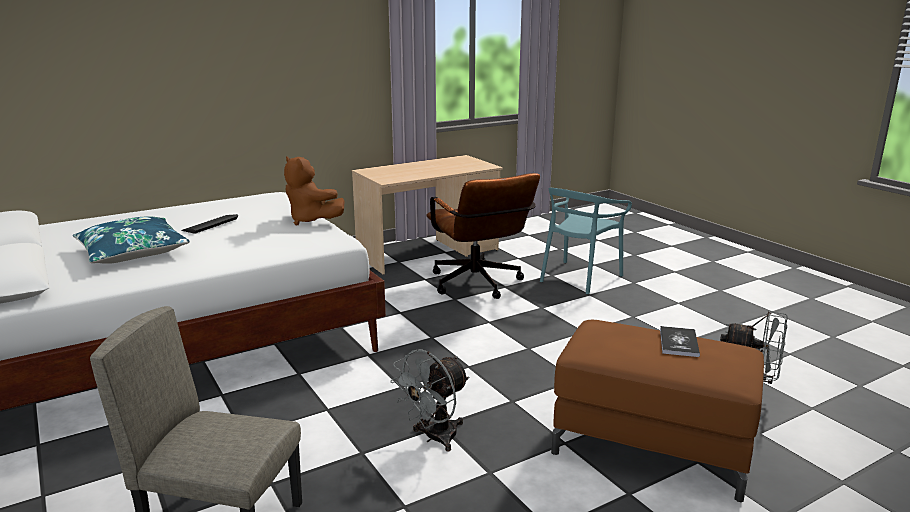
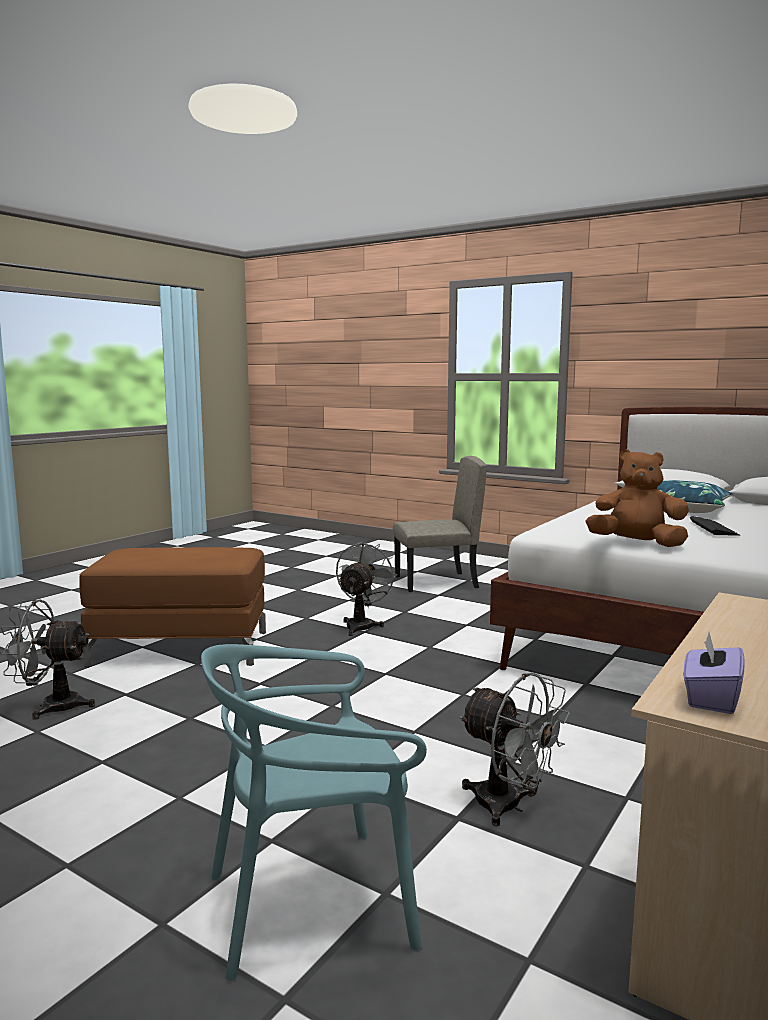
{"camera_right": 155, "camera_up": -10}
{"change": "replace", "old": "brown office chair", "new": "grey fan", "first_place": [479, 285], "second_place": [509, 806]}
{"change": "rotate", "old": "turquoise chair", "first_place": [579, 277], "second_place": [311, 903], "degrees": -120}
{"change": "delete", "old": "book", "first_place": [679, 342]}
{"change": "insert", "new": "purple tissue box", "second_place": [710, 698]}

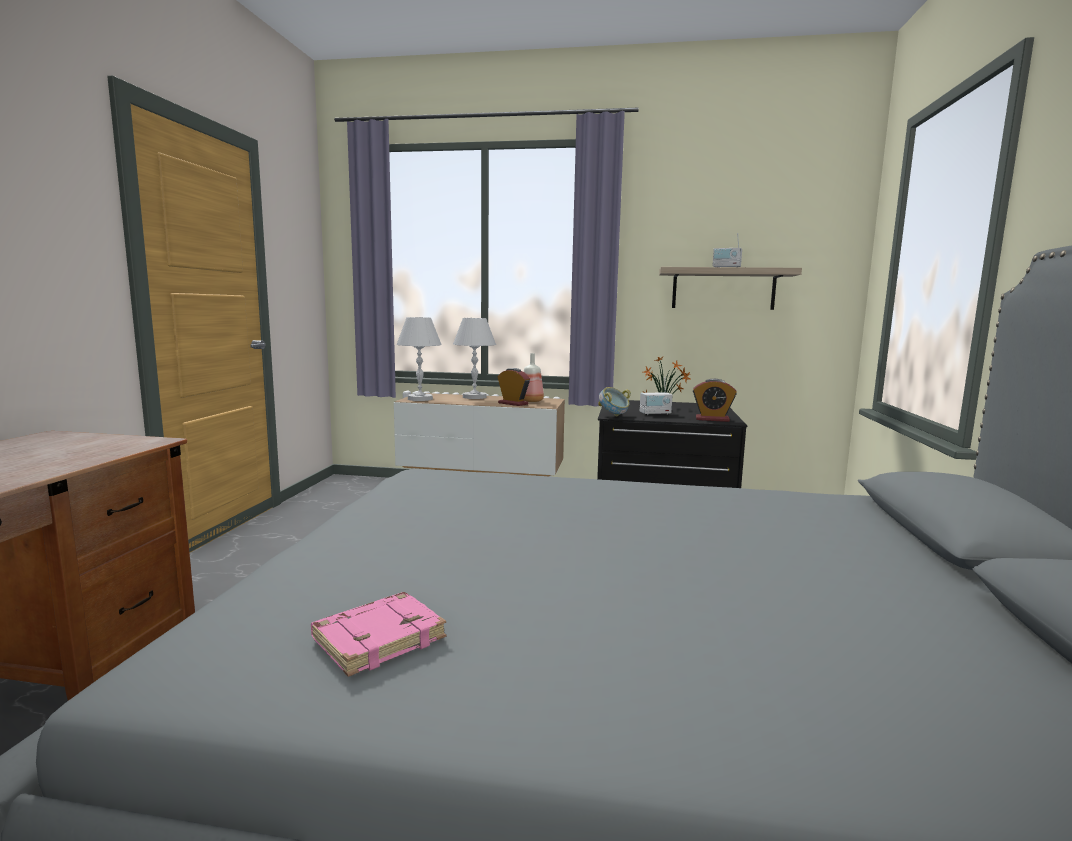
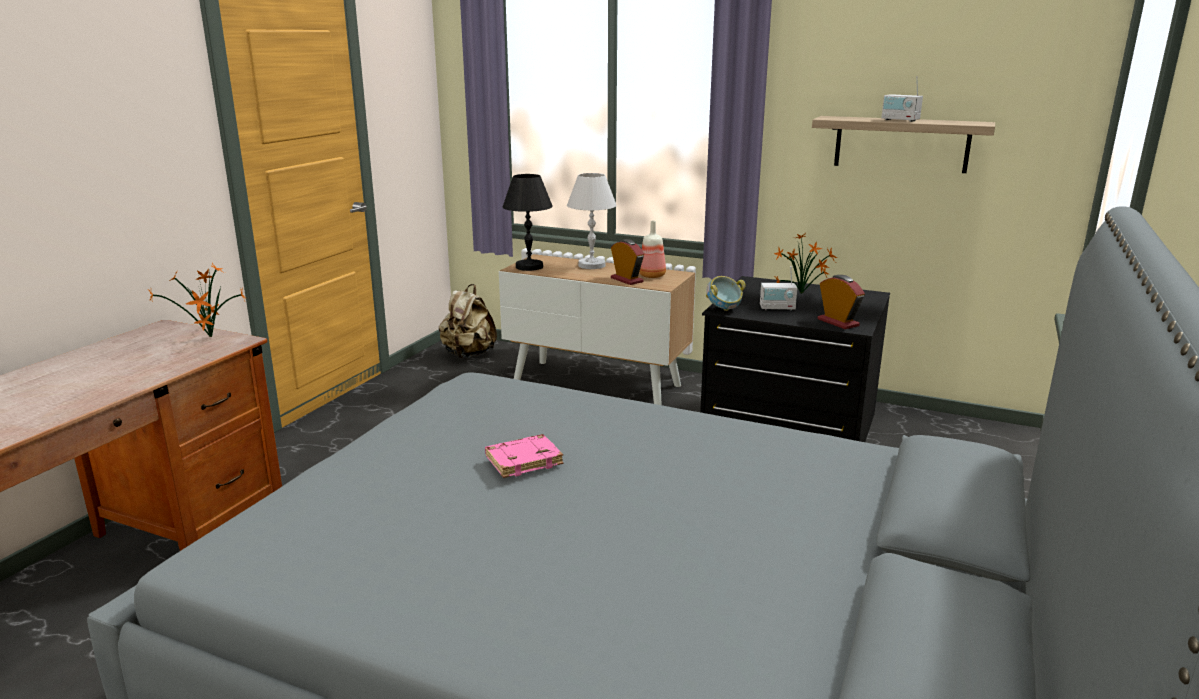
{"camera_right": 15, "camera_up": 10}
{"change": "recolor", "old": "white table lamp", "new": "black table lamp", "first_place": [420, 399], "second_place": [529, 267]}
{"change": "rotate", "old": "alarm clock", "first_place": [712, 419], "second_place": [838, 322], "degrees": -150}
{"change": "move", "old": "pink book", "first_place": [379, 638], "second_place": [524, 460]}
{"change": "insert", "new": "potted plant", "second_place": [210, 338]}
{"change": "insert", "new": "beige backpack", "second_place": [468, 355]}

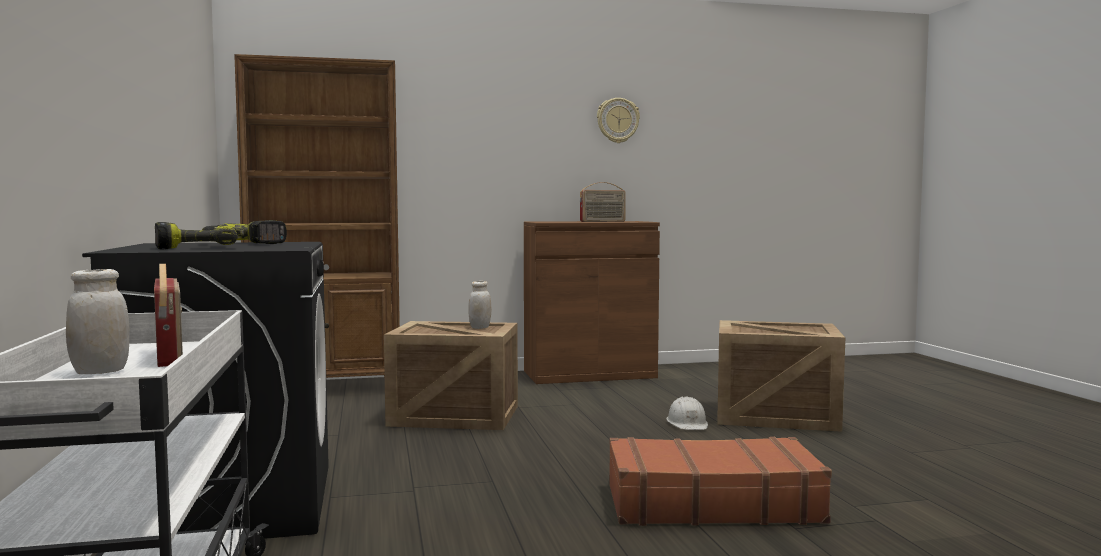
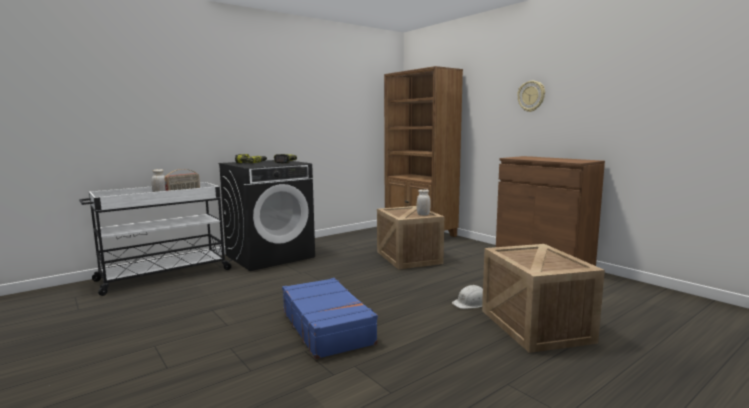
{"camera_right": 65, "camera_up": 5}
{"change": "move", "old": "wall clock", "first_place": [617, 120], "second_place": [531, 96]}
{"change": "delete", "old": "radio", "first_place": [603, 221]}
{"change": "recolor", "old": "brown suitcase", "new": "blue suitcase", "first_place": [711, 503], "second_place": [327, 327]}

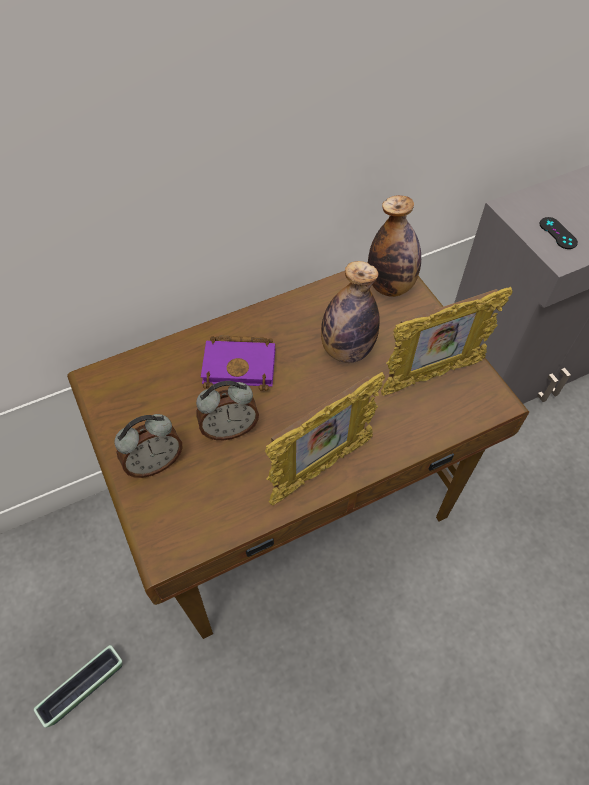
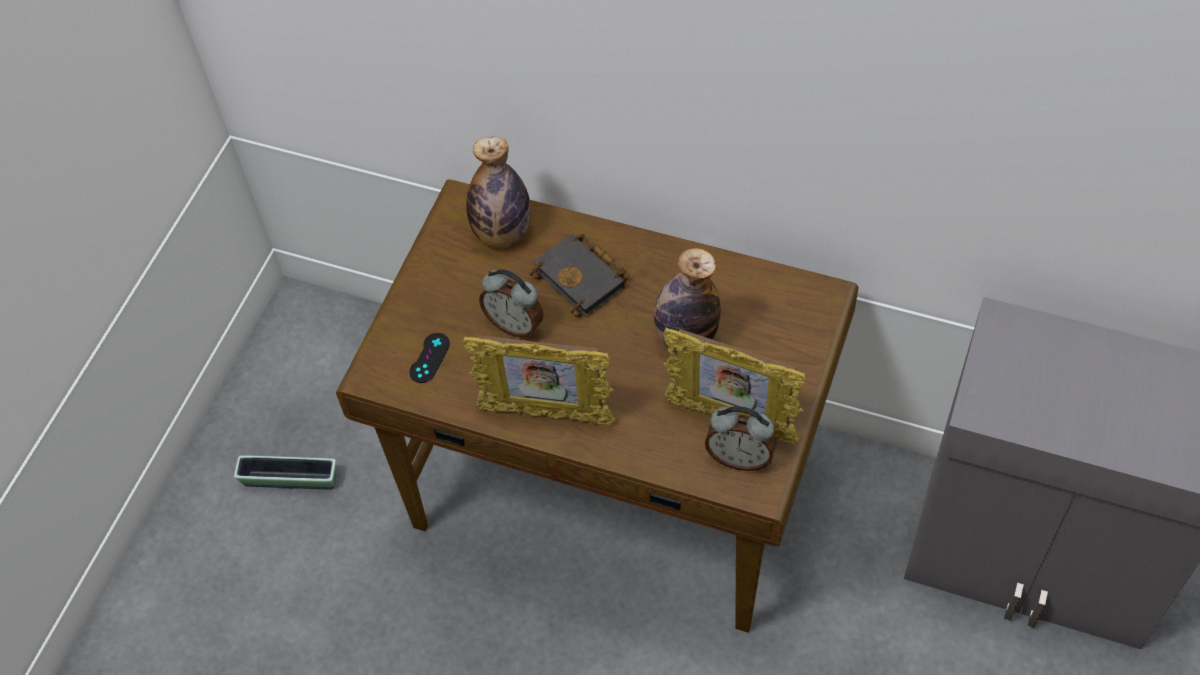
{"camera_right": 50, "camera_up": 0}
{"change": "move", "old": "bottle", "first_place": [390, 286], "second_place": [502, 233]}
{"change": "move", "old": "black game controller", "first_place": [558, 233], "second_place": [429, 358]}
{"change": "recolor", "old": "purple book", "new": "black book", "first_place": [241, 365], "second_place": [584, 279]}
{"change": "move", "old": "alarm clock", "first_place": [155, 462], "second_place": [740, 457]}

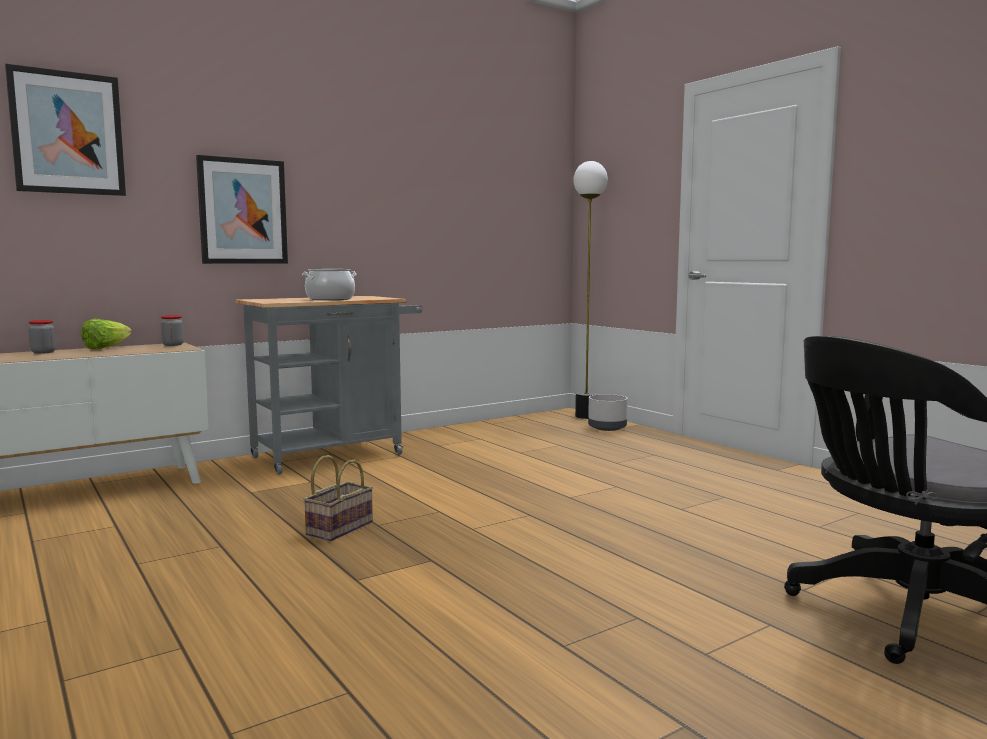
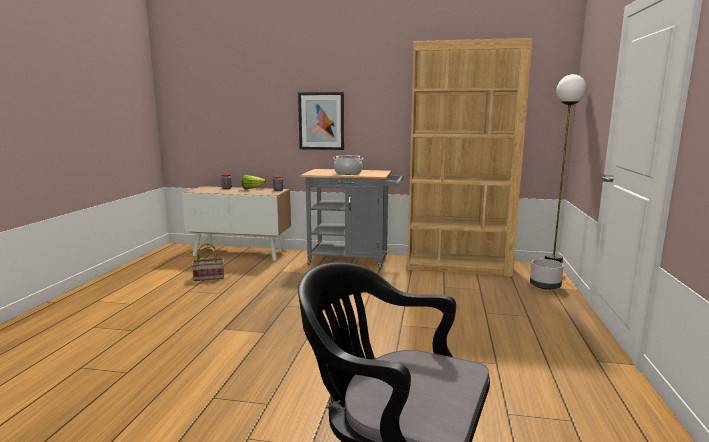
{"camera_right": 45, "camera_up": 5}
{"change": "delete", "old": "picture", "first_place": [67, 133]}
{"change": "move", "old": "basket", "first_place": [340, 527], "second_place": [209, 277]}
{"change": "insert", "new": "brown bookcase", "second_place": [458, 266]}

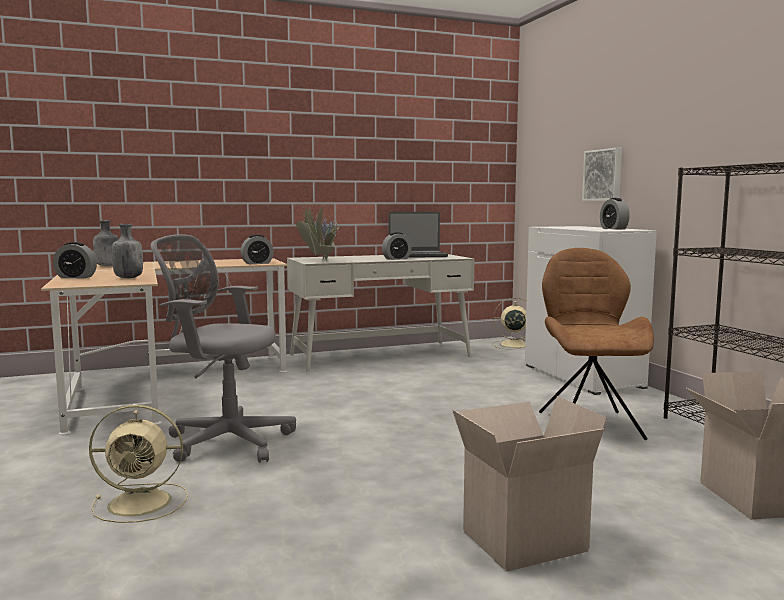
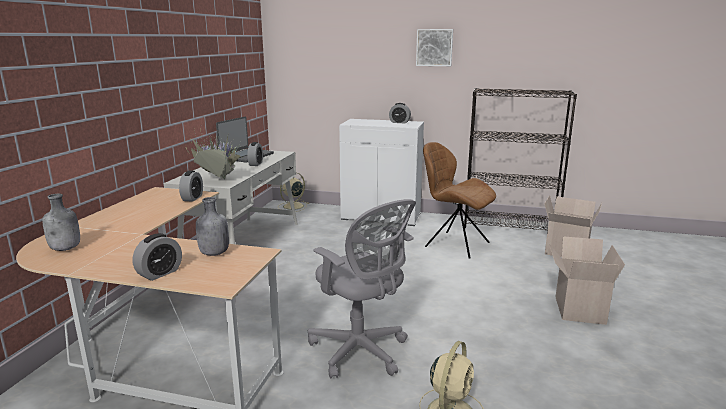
{"camera_right": -55, "camera_up": 10}
{"change": "move", "old": "picture", "first_place": [603, 175], "second_place": [434, 47]}
{"change": "rotate", "old": "grey office chair", "first_place": [225, 441], "second_place": [361, 352], "degrees": -90}

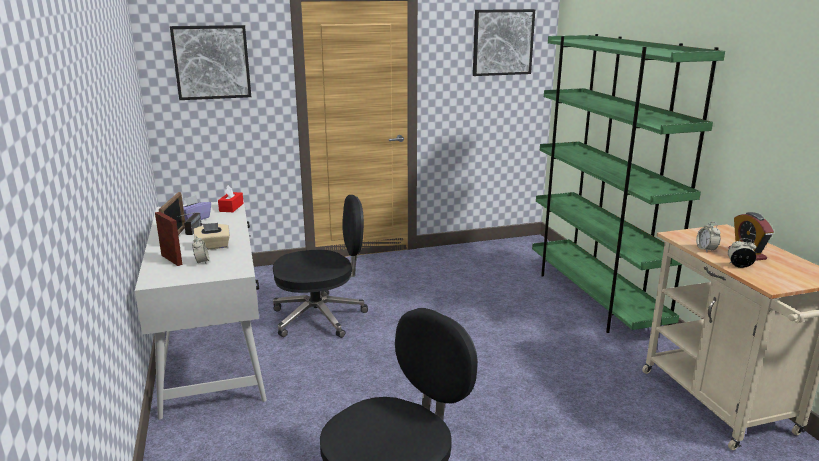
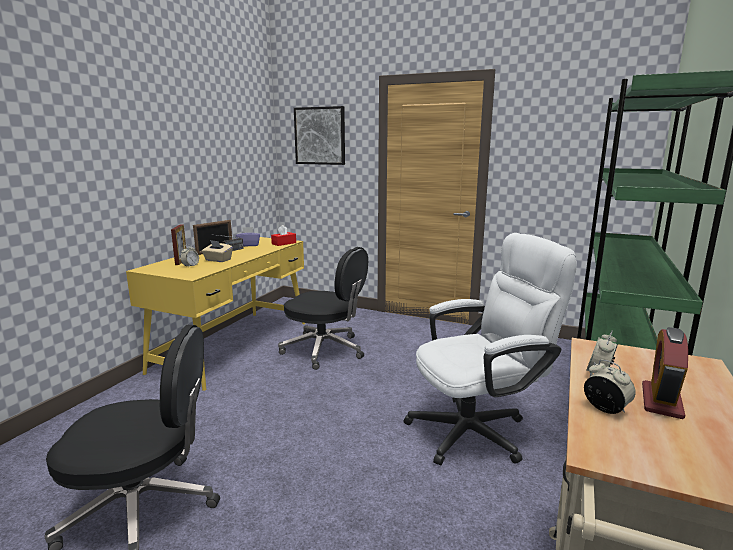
{"camera_right": 40, "camera_up": -5}
{"change": "delete", "old": "picture", "first_place": [502, 42]}
{"change": "recolor", "old": "white desk", "new": "yellow desk", "first_place": [213, 348], "second_place": [234, 345]}
{"change": "insert", "new": "white office chair", "second_place": [478, 430]}

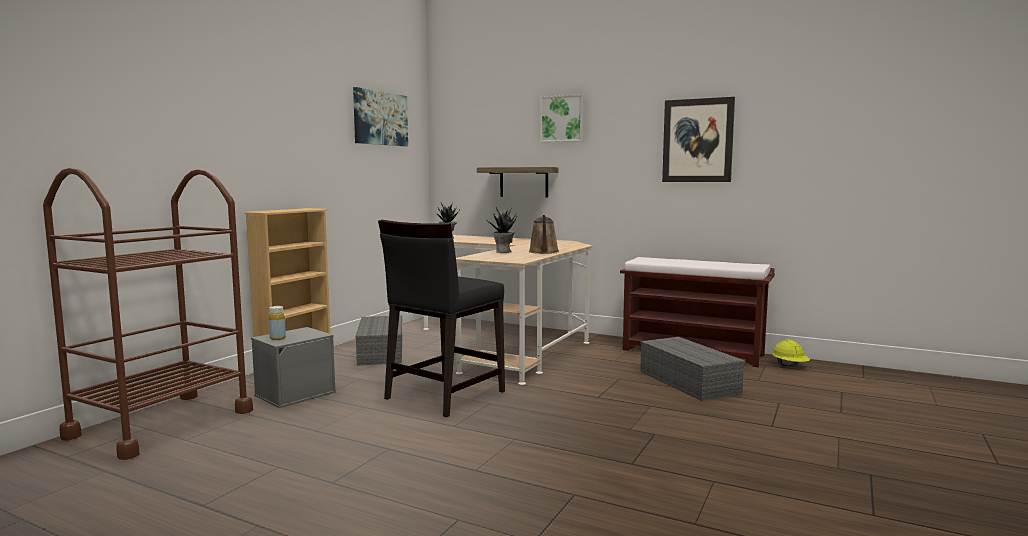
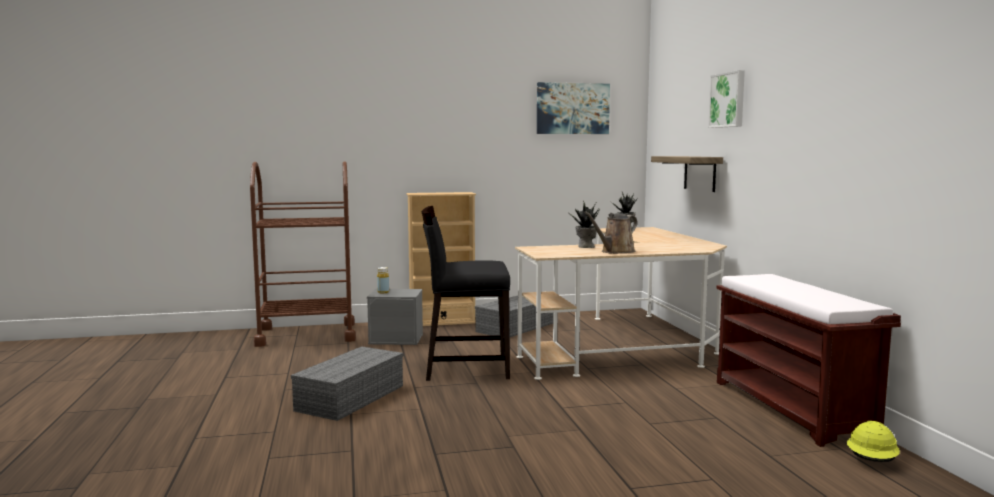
{"camera_right": 50, "camera_up": 0}
{"change": "delete", "old": "picture", "first_place": [697, 140]}
{"change": "move", "old": "grey storage box", "first_place": [686, 381], "second_place": [350, 397]}

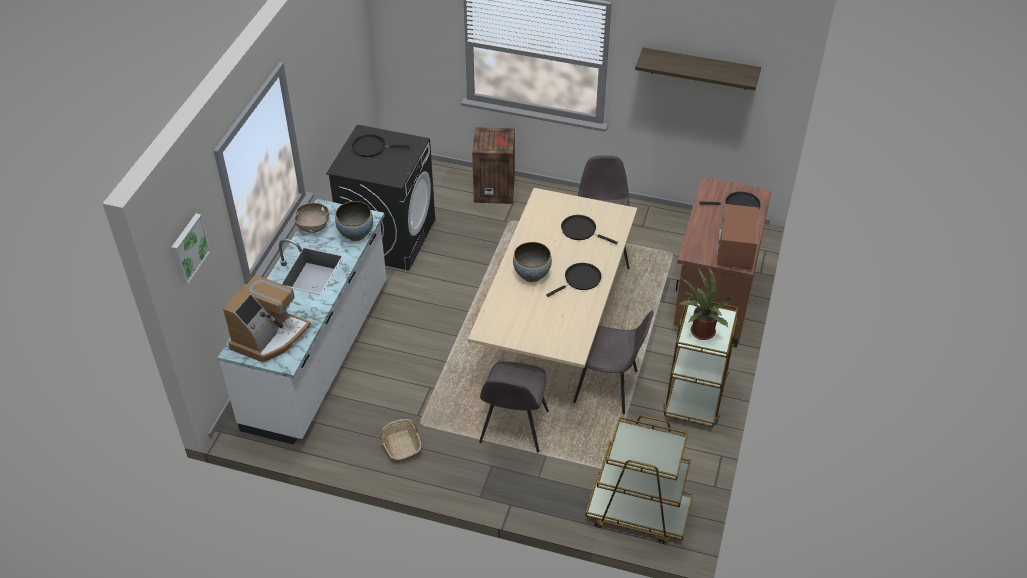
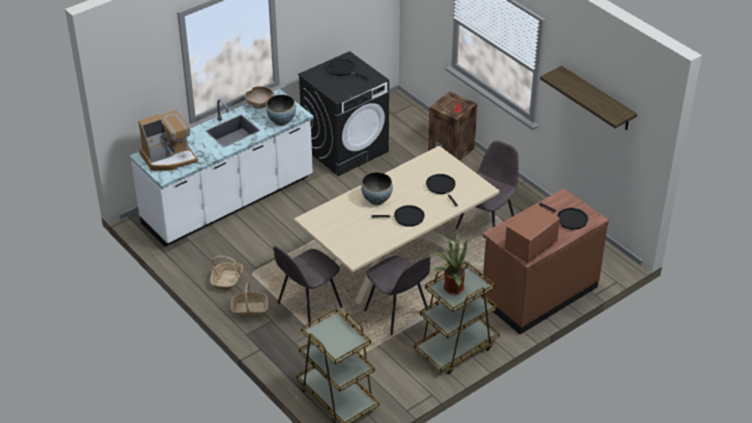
{"camera_right": 35, "camera_up": -5}
{"change": "delete", "old": "picture", "first_place": [188, 248]}
{"change": "insert", "new": "basket", "second_place": [249, 309]}

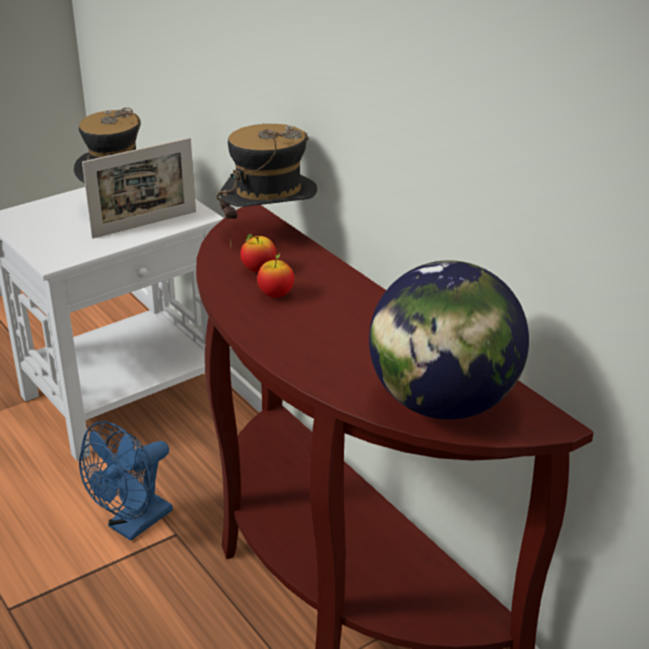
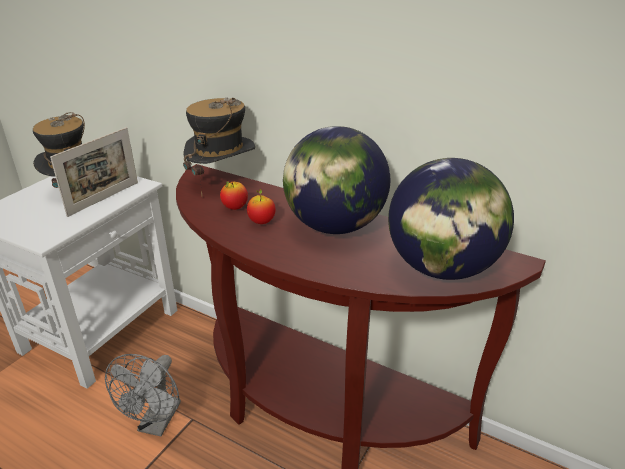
{"camera_right": -25, "camera_up": 0}
{"change": "recolor", "old": "blue fan", "new": "grey fan", "first_place": [133, 525], "second_place": [157, 423]}
{"change": "insert", "new": "globe", "second_place": [334, 226]}

